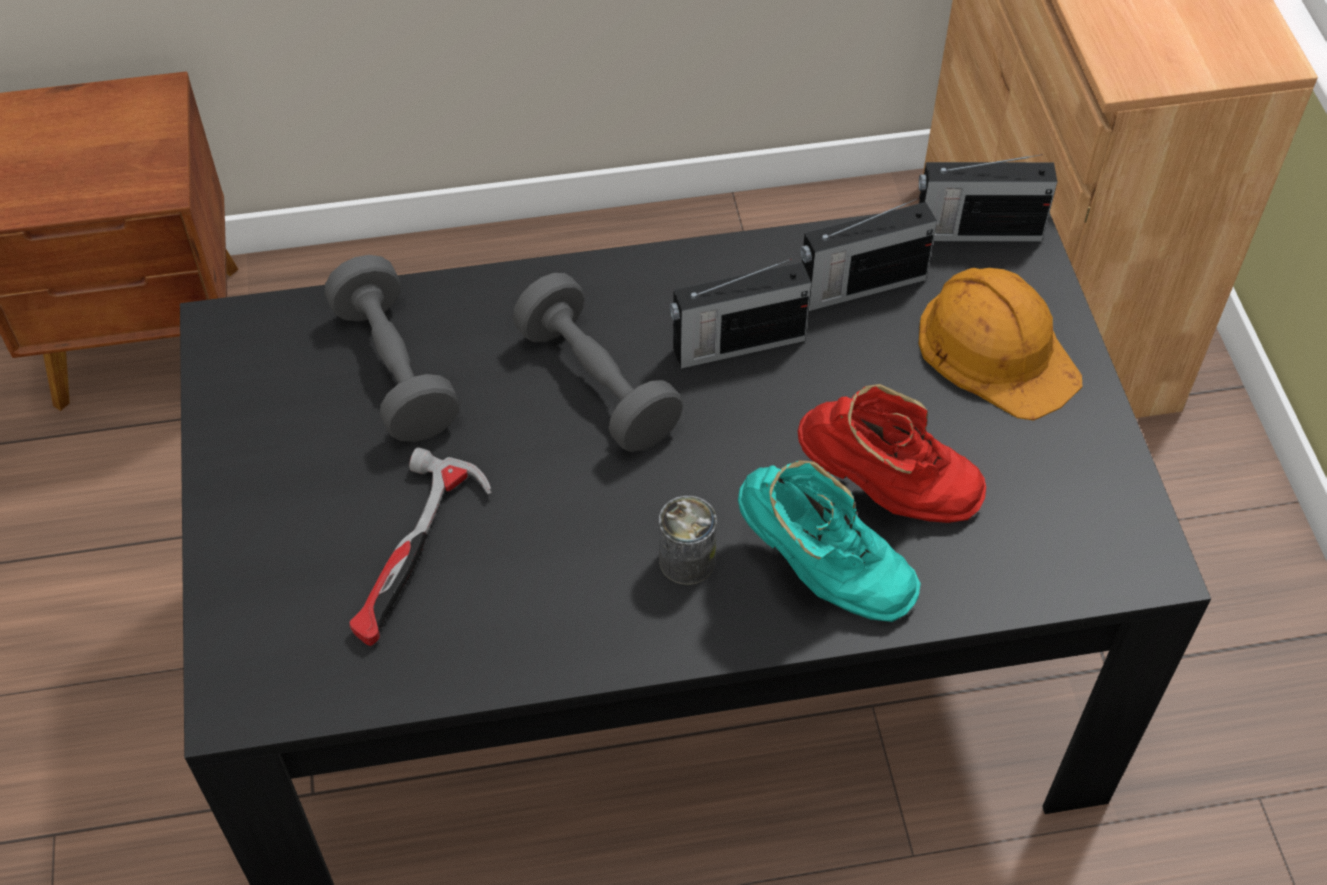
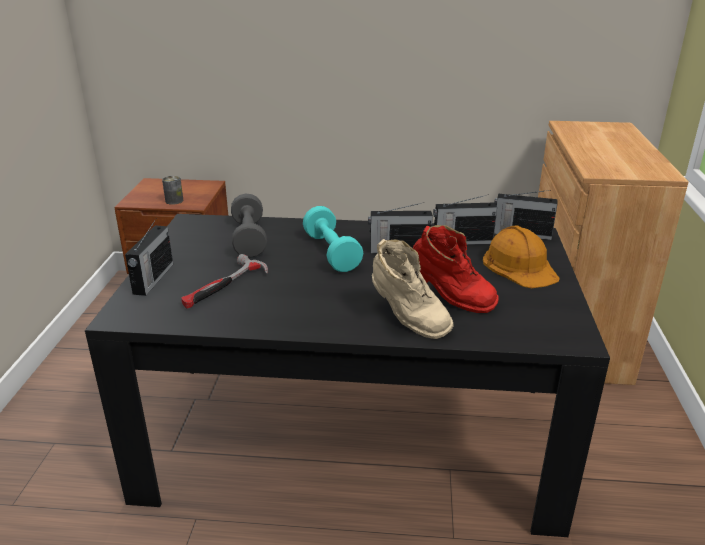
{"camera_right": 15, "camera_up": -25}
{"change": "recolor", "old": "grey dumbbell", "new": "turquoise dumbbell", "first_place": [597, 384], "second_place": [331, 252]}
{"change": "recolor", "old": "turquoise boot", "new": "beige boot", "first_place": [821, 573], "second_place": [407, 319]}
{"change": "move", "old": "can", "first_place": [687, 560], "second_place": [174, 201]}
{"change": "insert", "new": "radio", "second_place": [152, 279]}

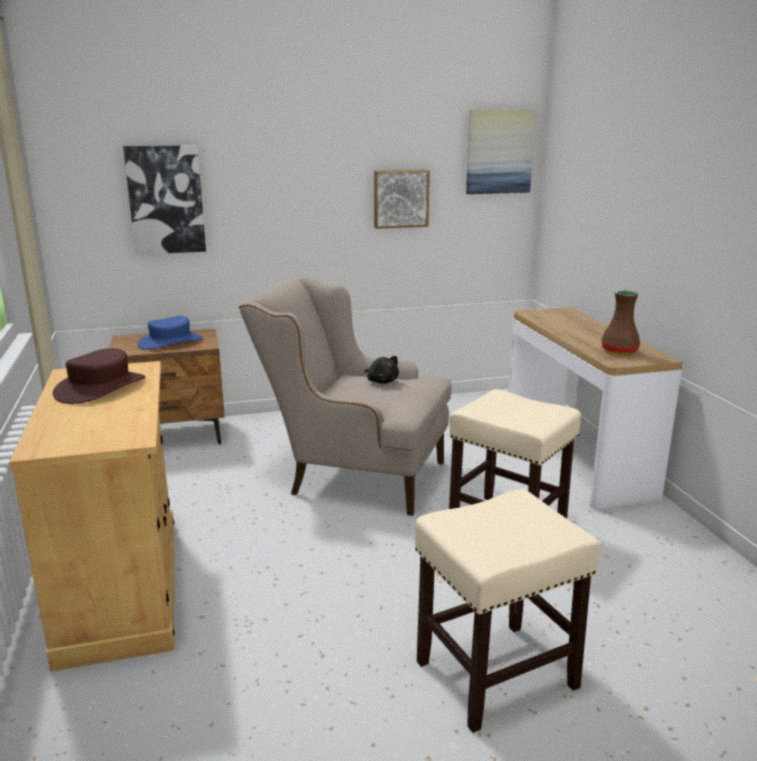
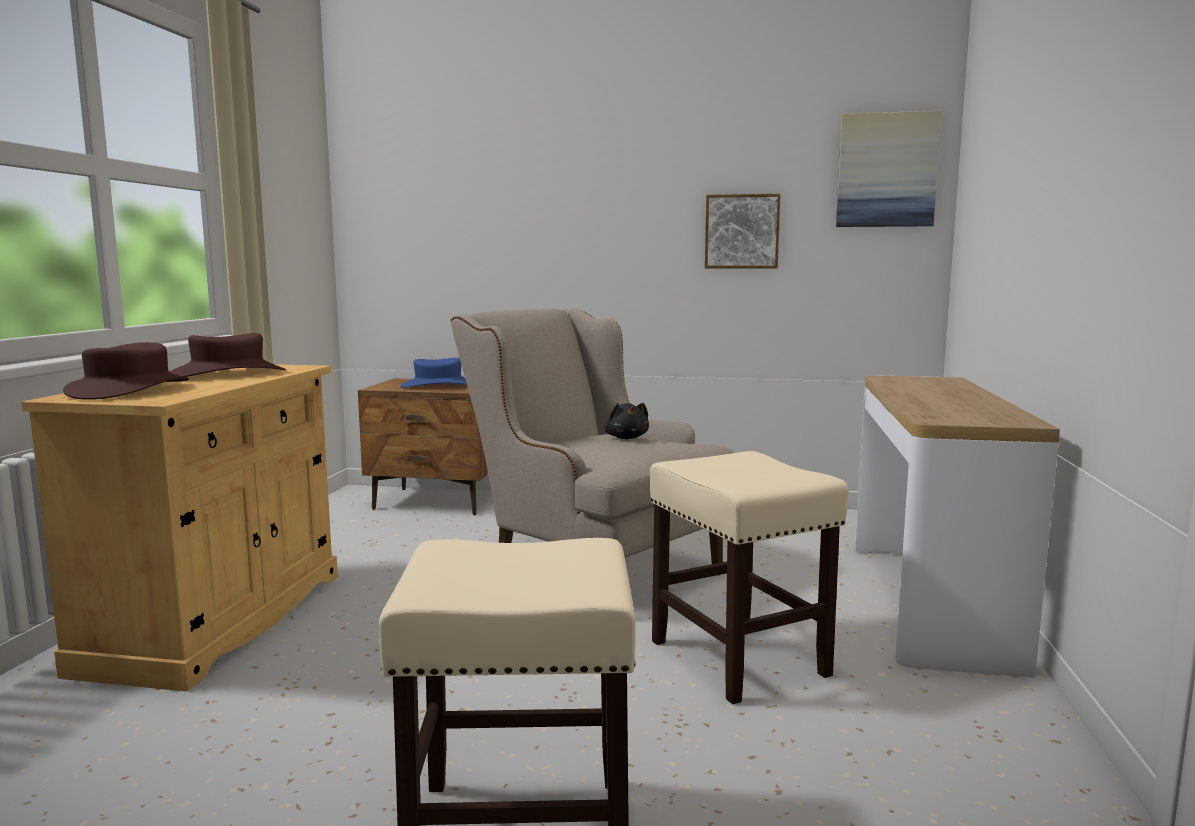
{"camera_right": 25, "camera_up": -10}
{"change": "delete", "old": "picture", "first_place": [166, 200]}
{"change": "delete", "old": "brown vase", "first_place": [618, 351]}
{"change": "insert", "new": "brown hat", "second_place": [129, 390]}

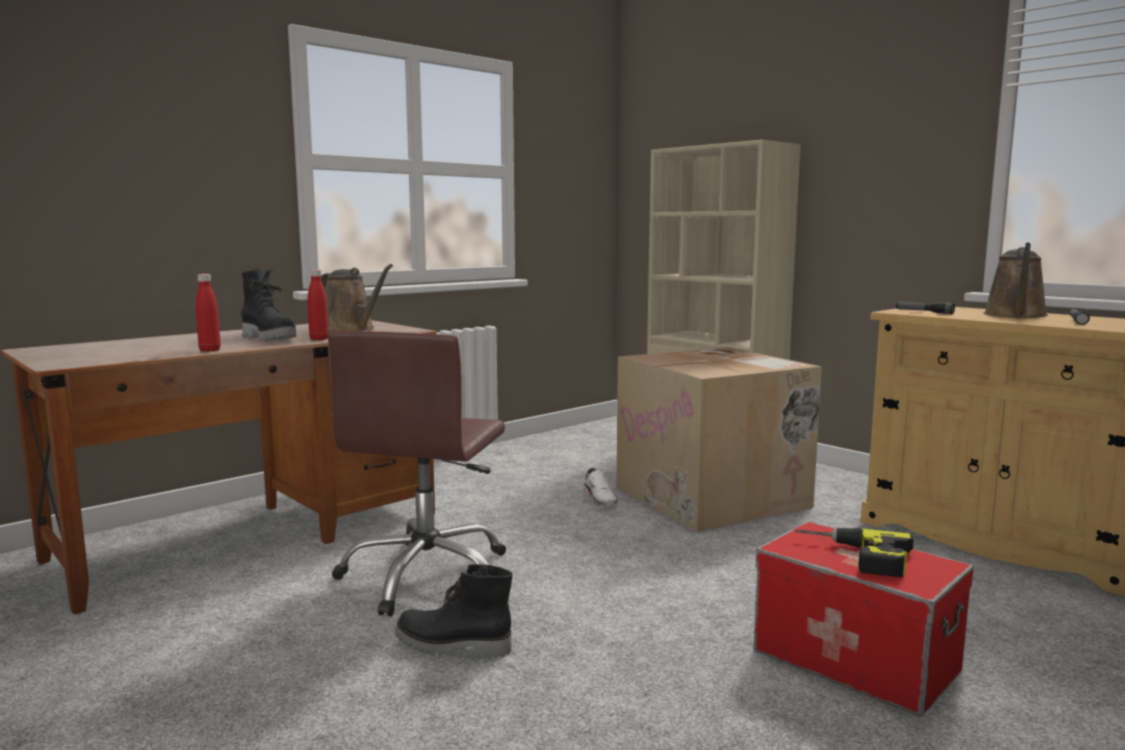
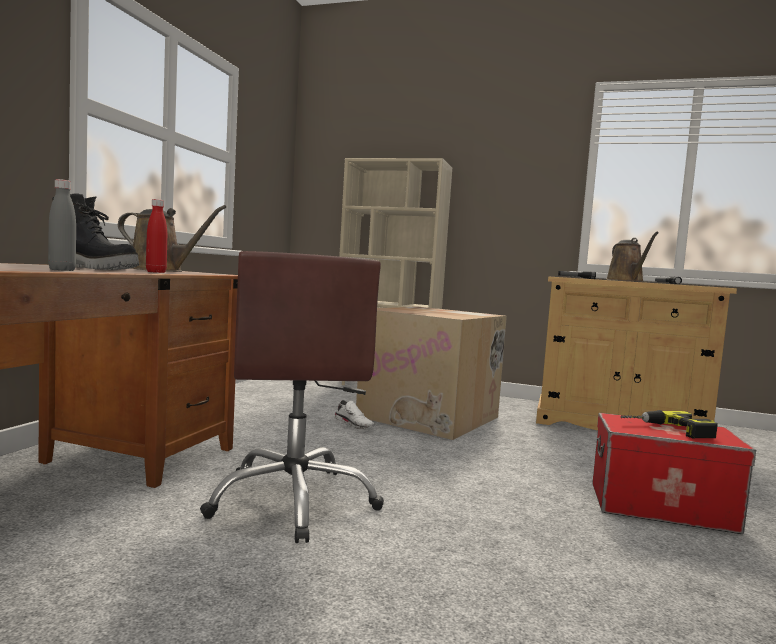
{"camera_right": -30, "camera_up": -5}
{"change": "recolor", "old": "red bottle", "new": "grey bottle", "first_place": [210, 350], "second_place": [62, 270]}
{"change": "delete", "old": "black boot", "first_place": [452, 646]}

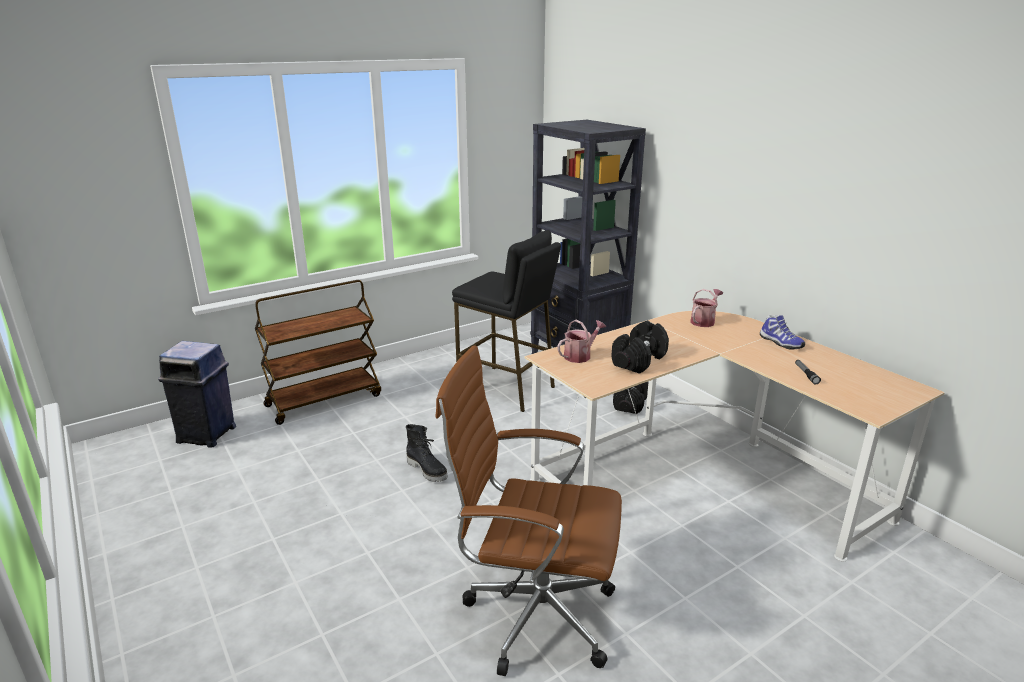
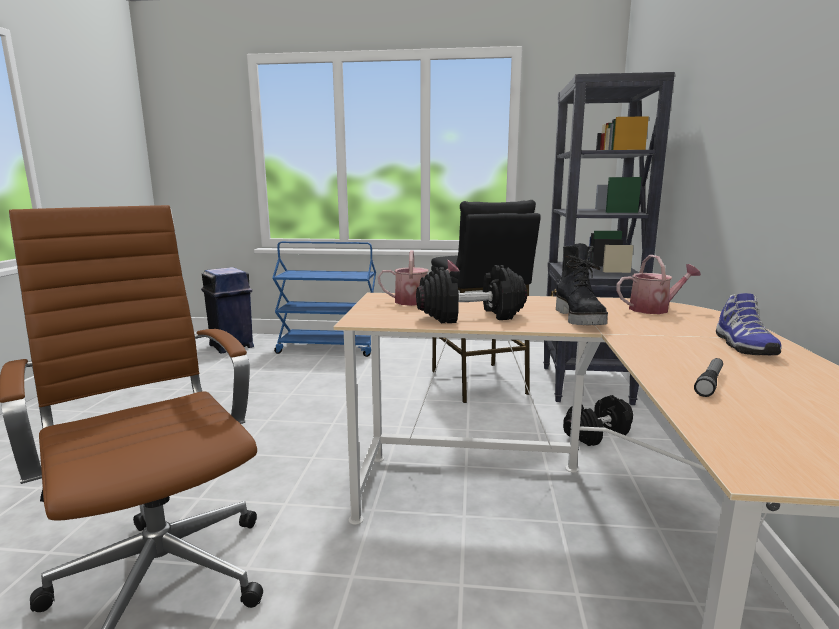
{"camera_right": 40, "camera_up": -10}
{"change": "recolor", "old": "brown cart", "new": "blue cart", "first_place": [324, 400], "second_place": [329, 348]}
{"change": "move", "old": "black boot", "first_place": [428, 470], "second_place": [580, 319]}

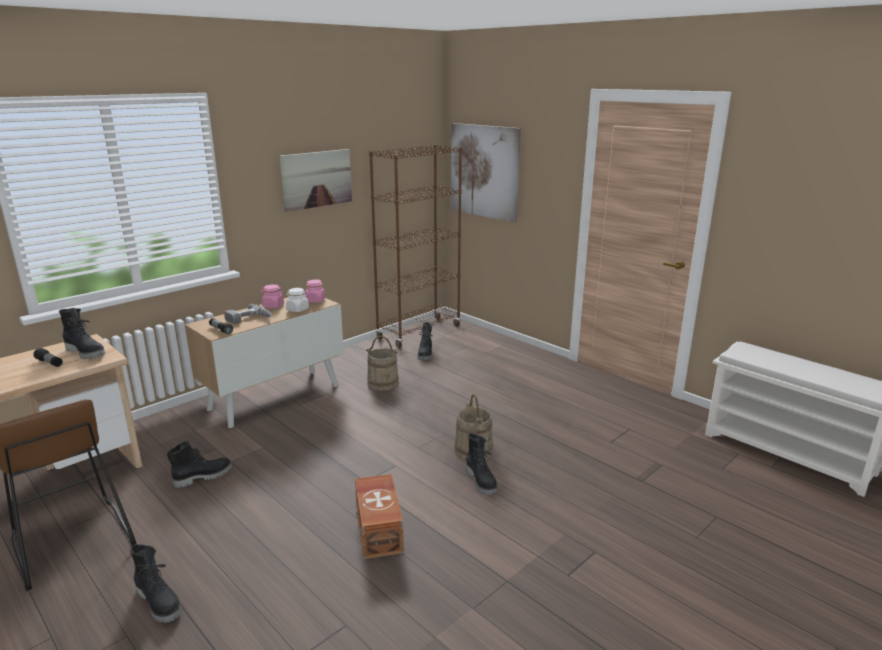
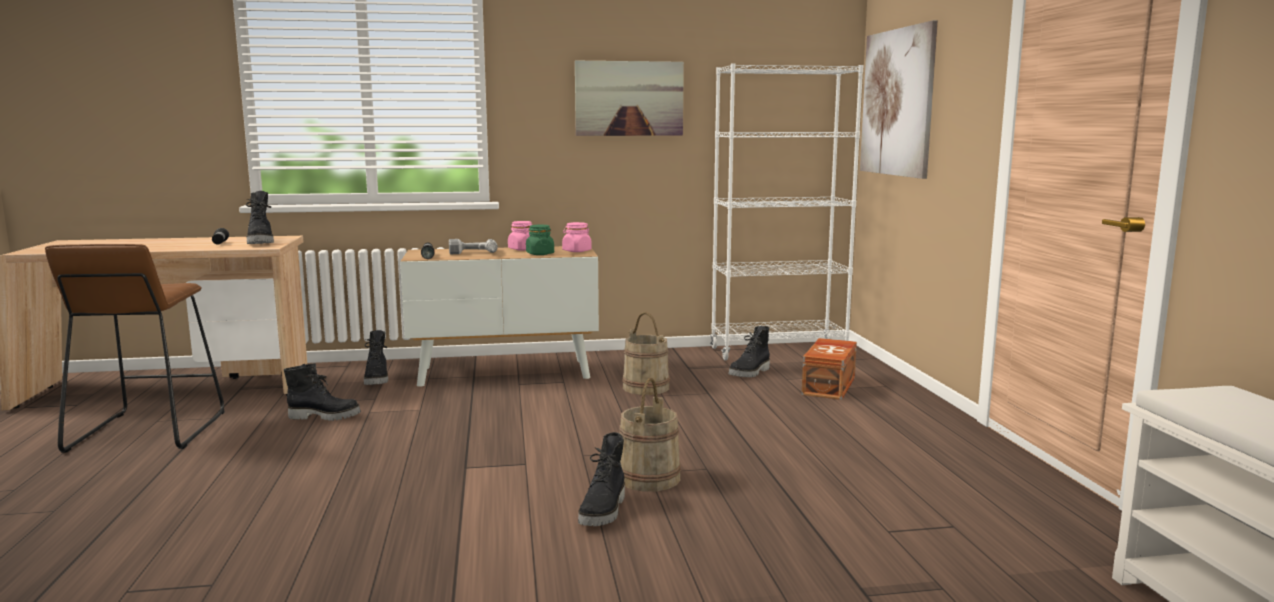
{"camera_right": 35, "camera_up": -10}
{"change": "recolor", "old": "brown bookcase", "new": "white bookcase", "first_place": [419, 332], "second_place": [778, 351]}
{"change": "recolor", "old": "white jar", "new": "green jar", "first_place": [297, 309], "second_place": [540, 254]}
{"change": "move", "old": "brown storage box", "first_place": [380, 529], "second_place": [830, 385]}
{"change": "move", "old": "black boot", "first_place": [160, 602], "second_place": [377, 379]}

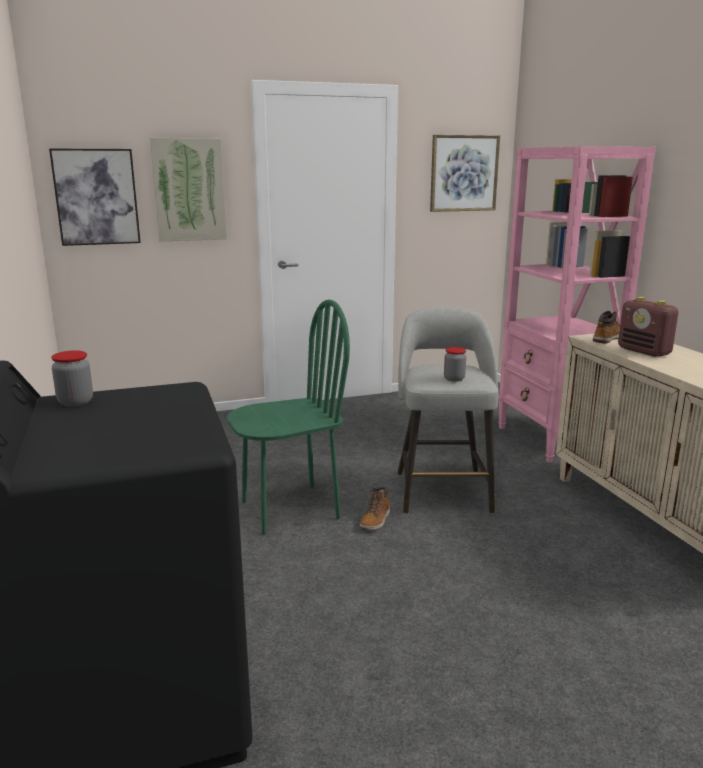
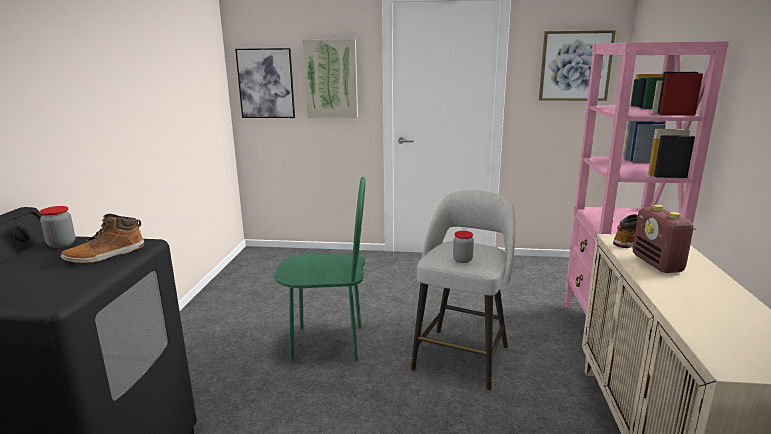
{"camera_right": 25, "camera_up": 0}
{"change": "move", "old": "boot", "first_place": [376, 520], "second_place": [106, 255]}

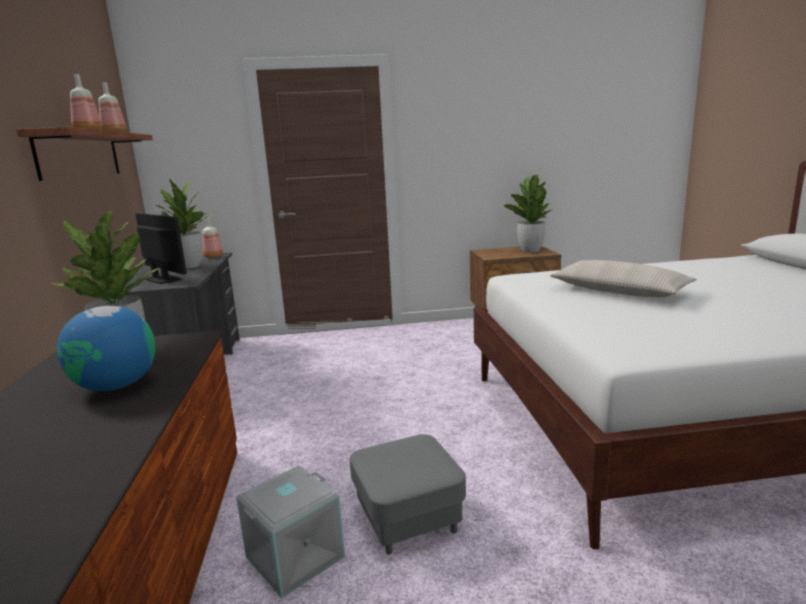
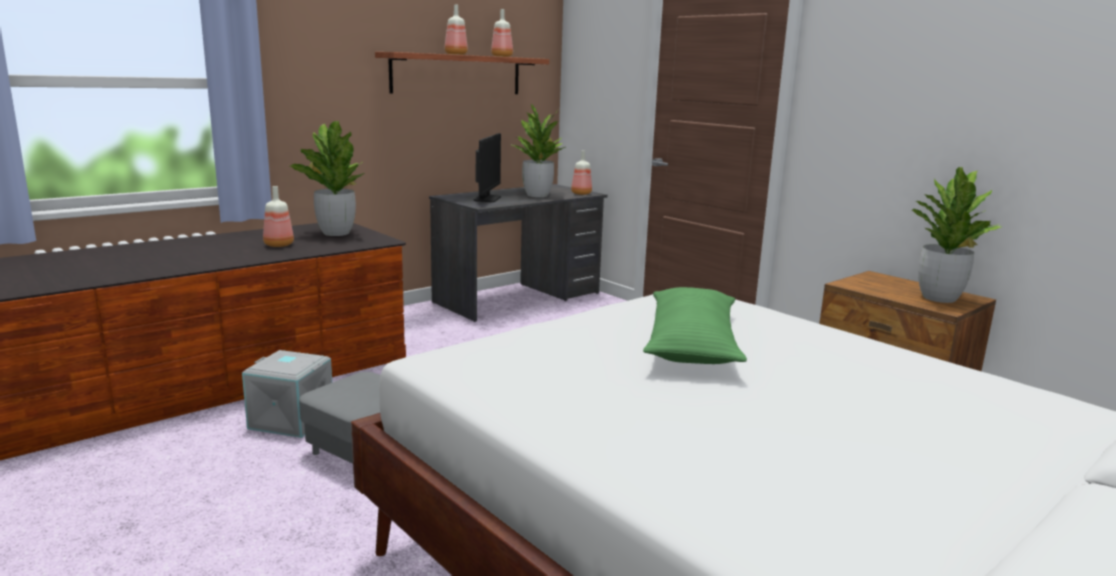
{"camera_right": 55, "camera_up": 0}
{"change": "recolor", "old": "beige pillow", "new": "green pillow", "first_place": [618, 291], "second_place": [692, 343]}
{"change": "replace", "old": "globe", "new": "bottle", "first_place": [116, 386], "second_place": [278, 245]}

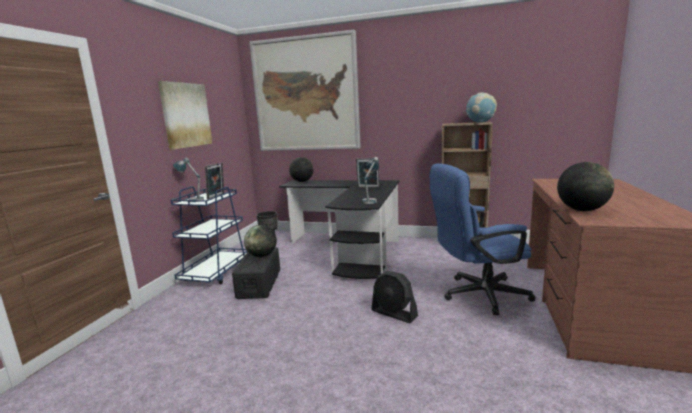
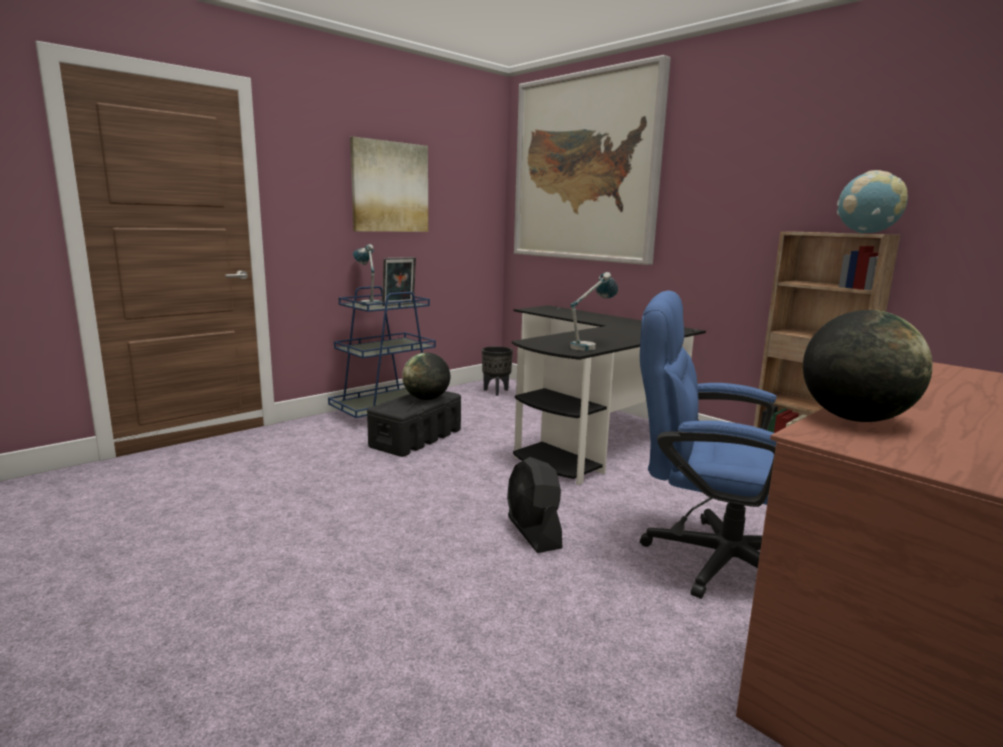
{"camera_right": 30, "camera_up": 0}
{"change": "delete", "old": "globe", "first_place": [302, 181]}
{"change": "delete", "old": "picture frame", "first_place": [368, 187]}

